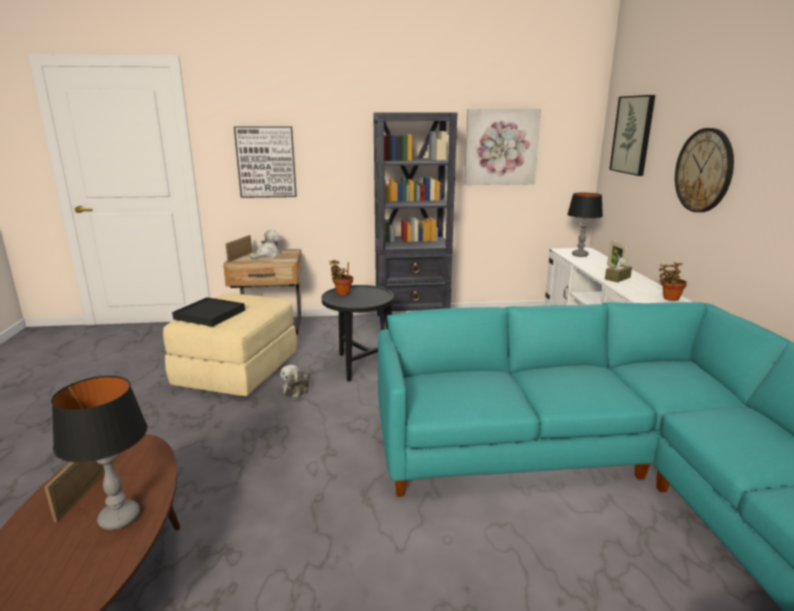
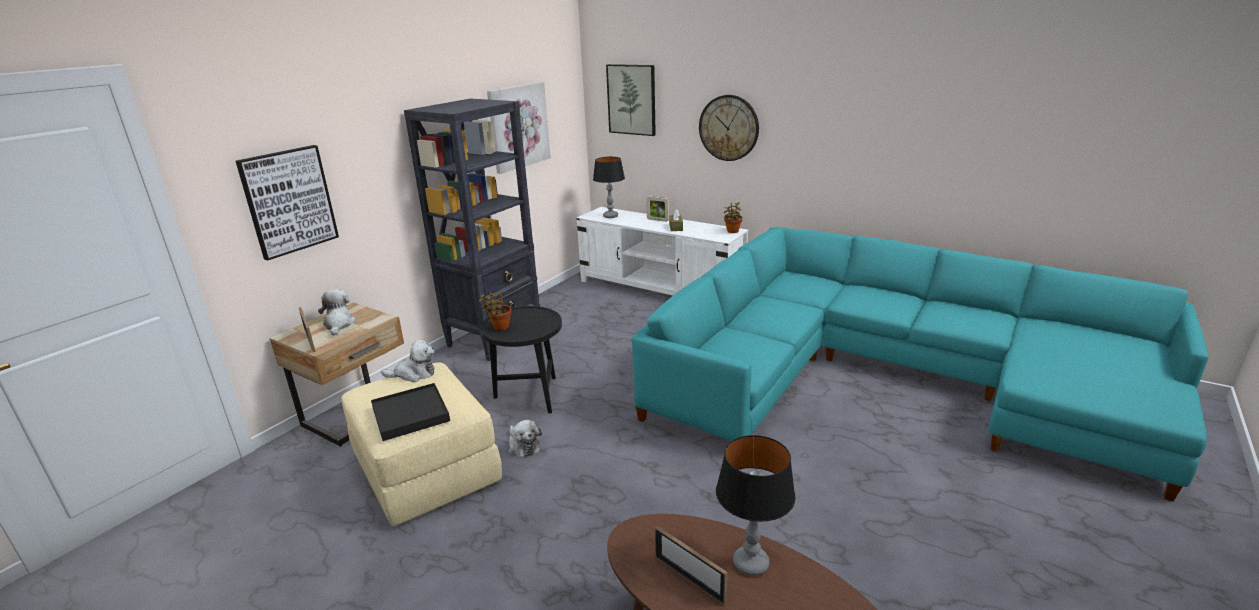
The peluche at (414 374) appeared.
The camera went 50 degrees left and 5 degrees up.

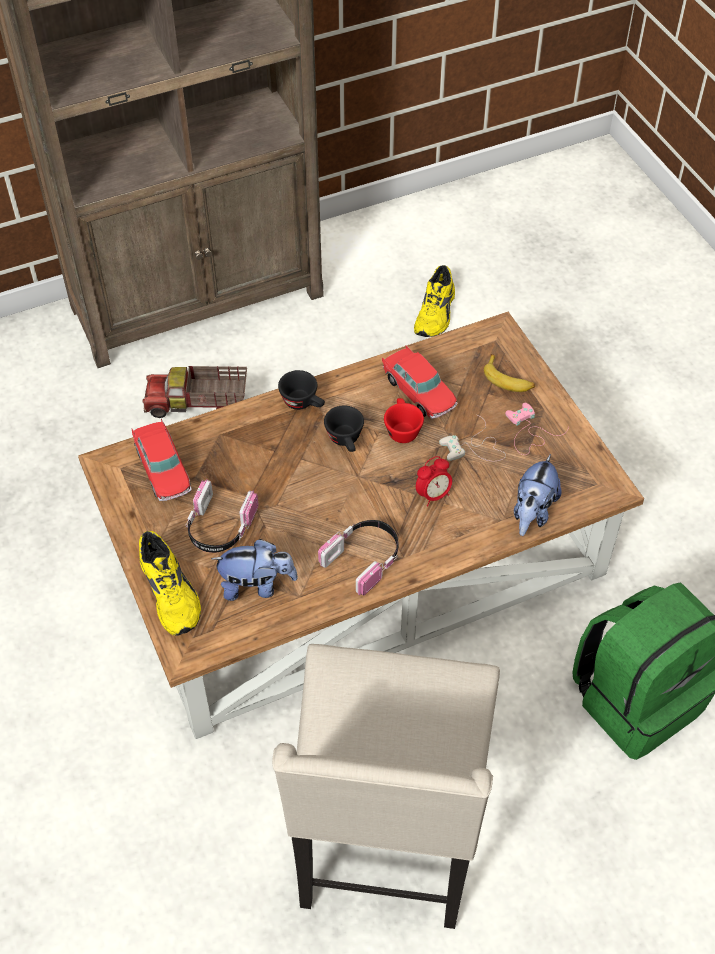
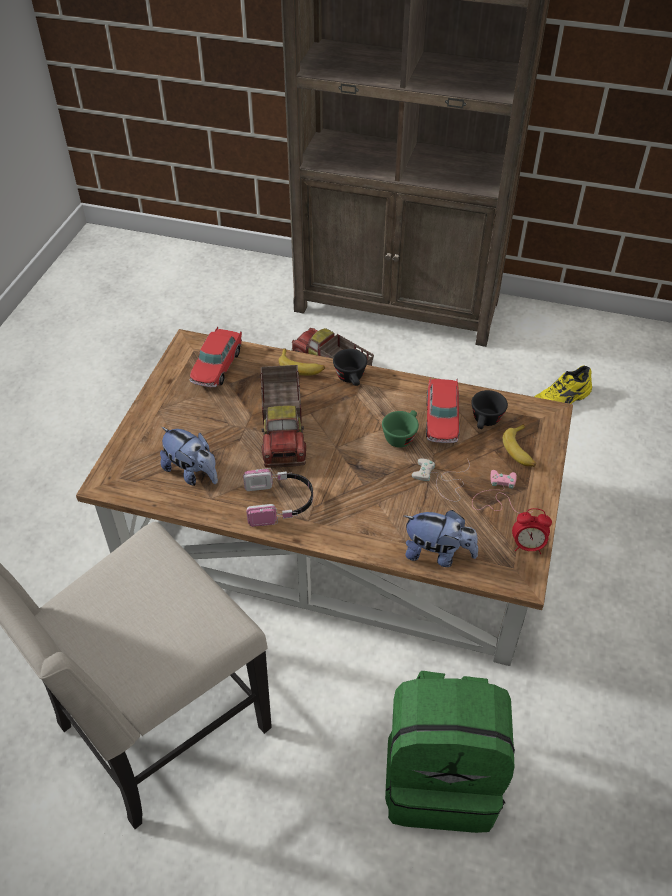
The camión de juguete at (284 431) appeared.
The plátano at (301 367) appeared.
The taza (rojo) at (401 429) became the taza (verde) at (401 436).
The peluche at (532 512) turned 135 degrees counterclockwise.
The taza (negro) moved from (346 440) to (485 422).
The despertador moved from (433 495) to (527 546).
The zapato (amarillo) at (172 591) disappeared.
The auriculares at (219 527) disappeared.
The camera went 40 degrees right and 5 degrees down.

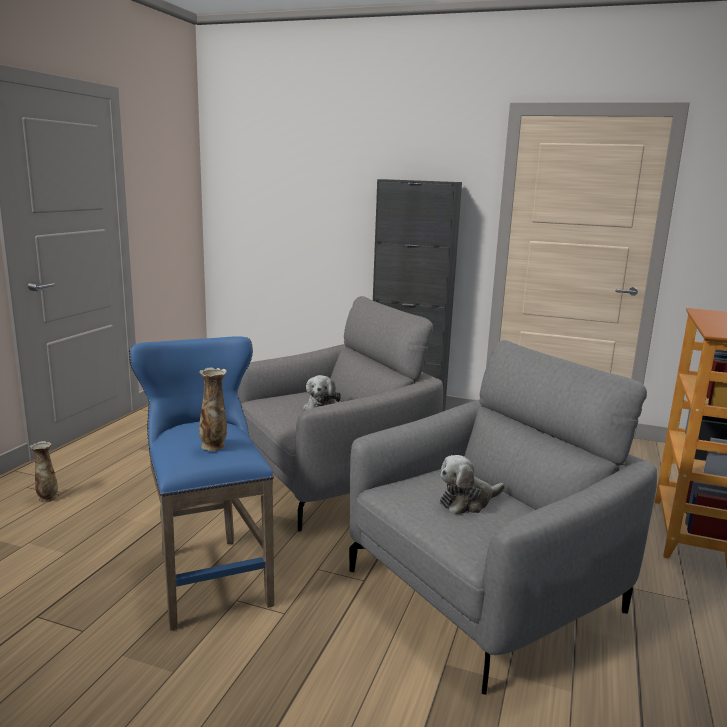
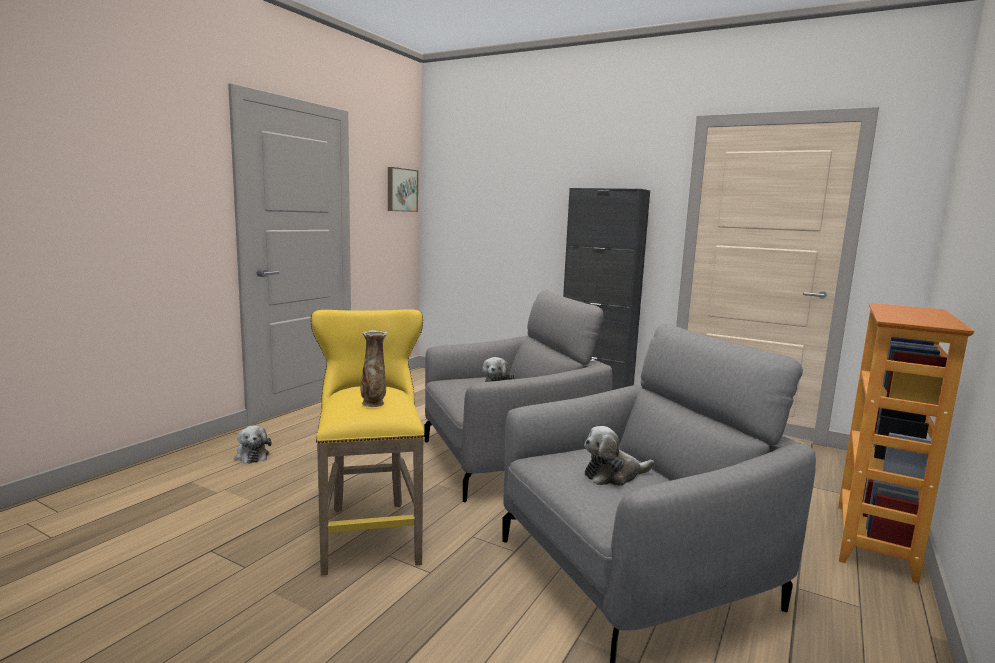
The florero at (47 498) was replaced by the peluche at (251 455).
The taburete (azul) at (209 574) became the taburete (amarillo) at (370 531).
The cuadro at (401 190) appeared.
The camera went 10 degrees right and 5 degrees down.

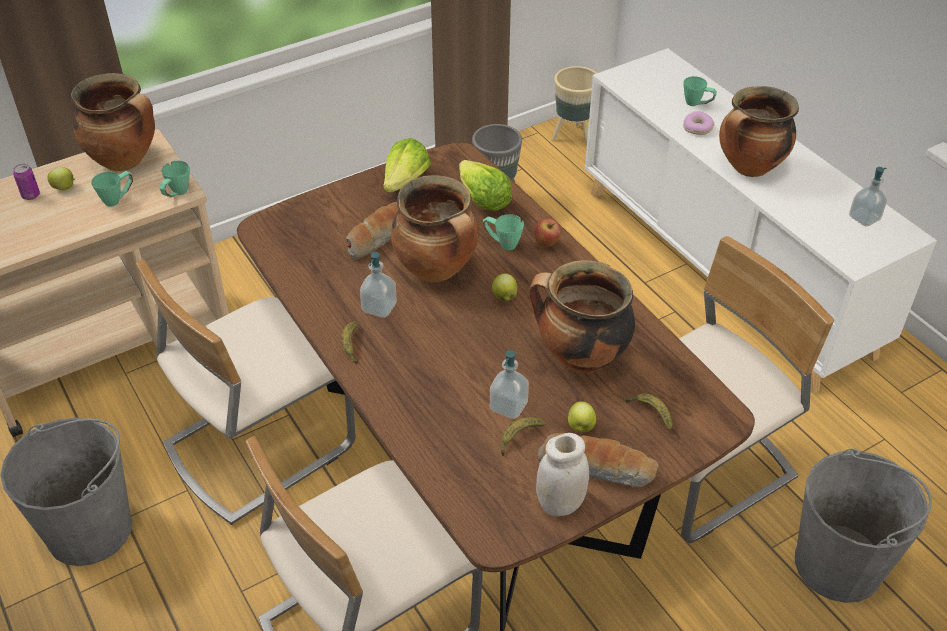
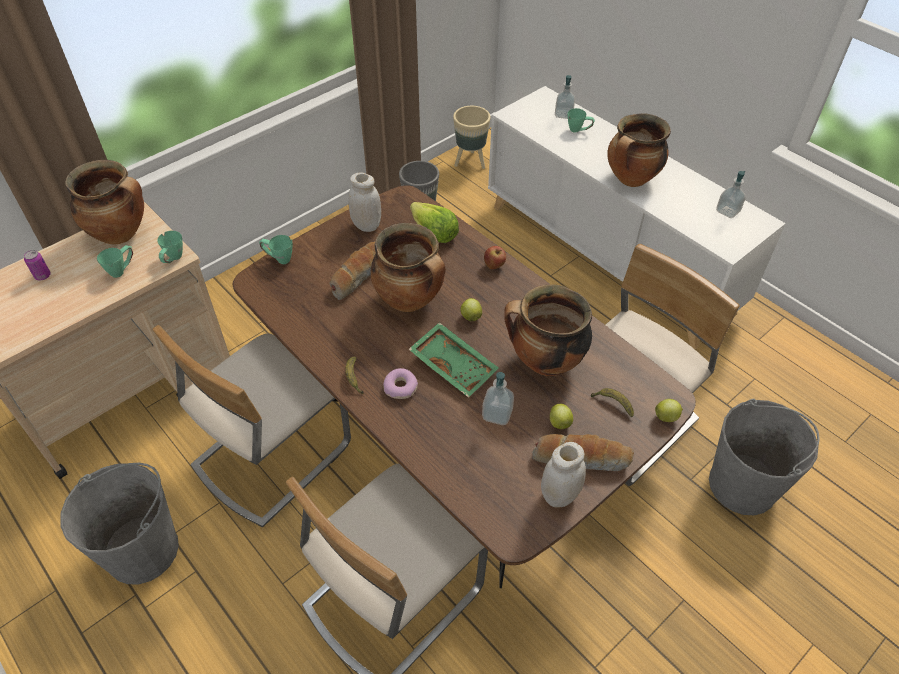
The taza grande (verde) moved from (502 243) to (278 259).
The lechuga at (405 182) was replaced by the tarro (blanco) at (366 225).
The rosquilla moved from (698 128) to (401 387).
The bandeja (verde) at (454 365) appeared.
The dispensador de jabón moved from (379 307) to (563 114).
The manzana moved from (65 188) to (666 417).
The plátano at (519 437) disappeared.
The camera went 10 degrees left and 5 degrees up.

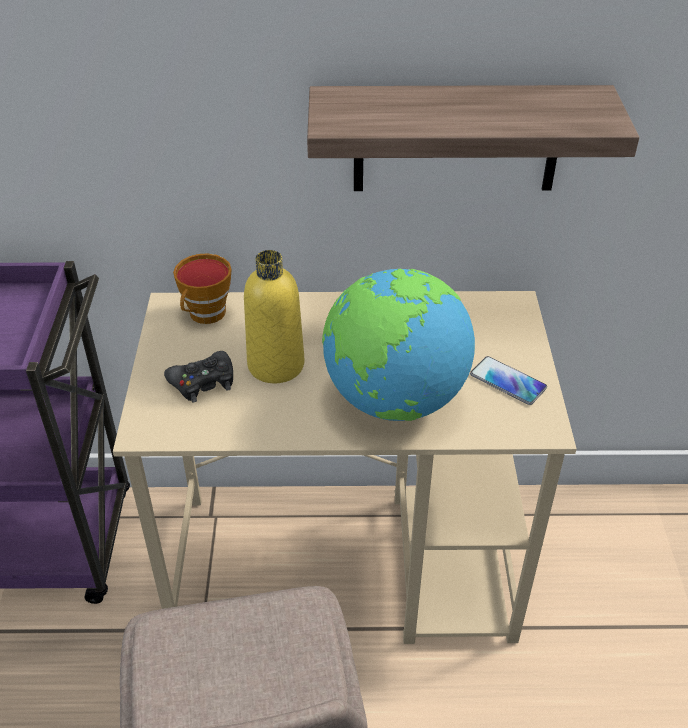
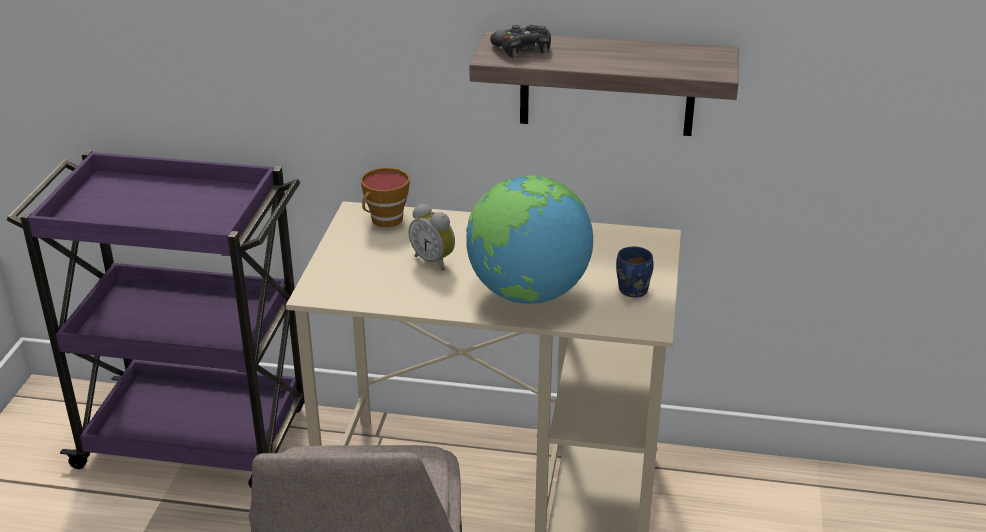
The botella (amarillo) at (276 365) was replaced by the despertador at (434 260).
The mando de consola (negro) moved from (203 382) to (523 49).
The móvil at (507 381) was replaced by the taza grande (azul) at (630 291).
The camera went 10 degrees right and 10 degrees down.

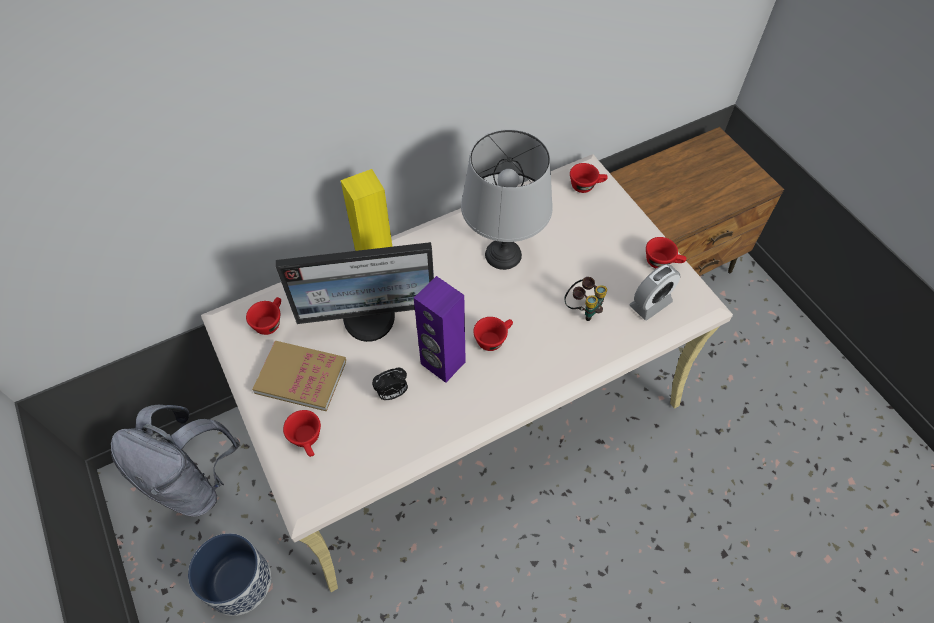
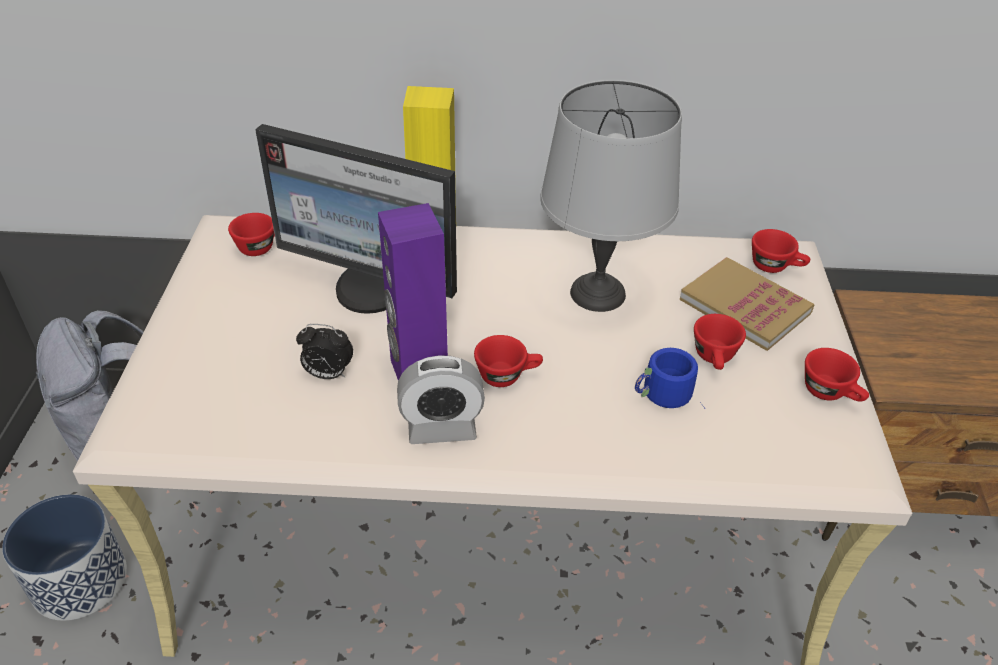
The despertador moved from (650 304) to (442 428).
The prismáticos at (583 309) was replaced by the taza grande (azul) at (663 397).
The libro moved from (301 377) to (745 306).
The taza (rojo) moved from (308 440) to (715 359).
The camera went 30 degrees right and 15 degrees down.

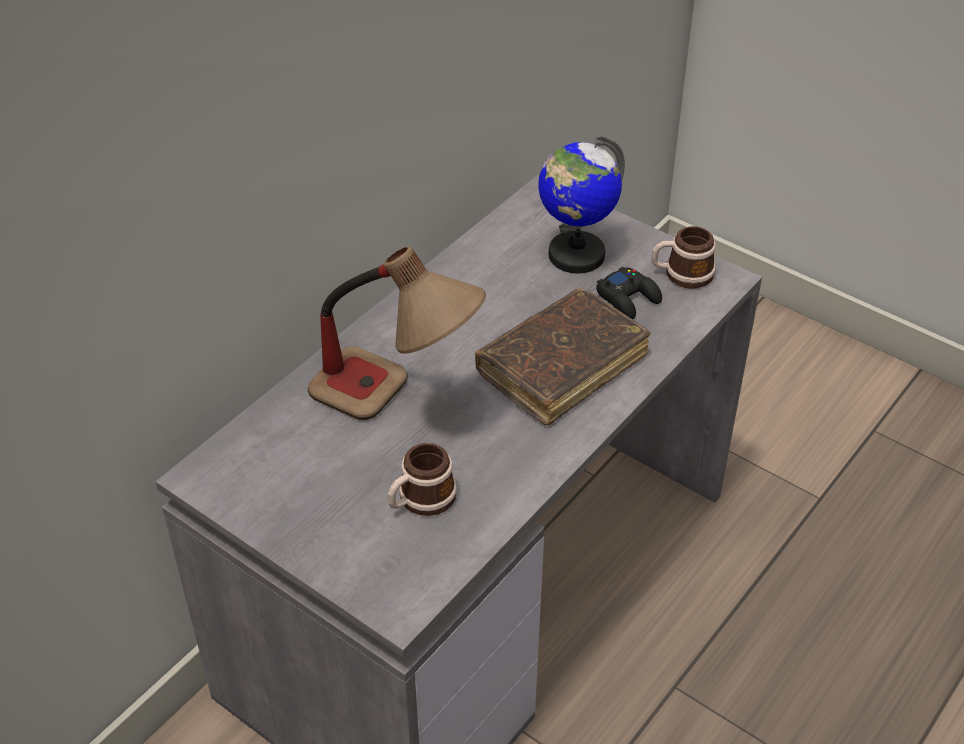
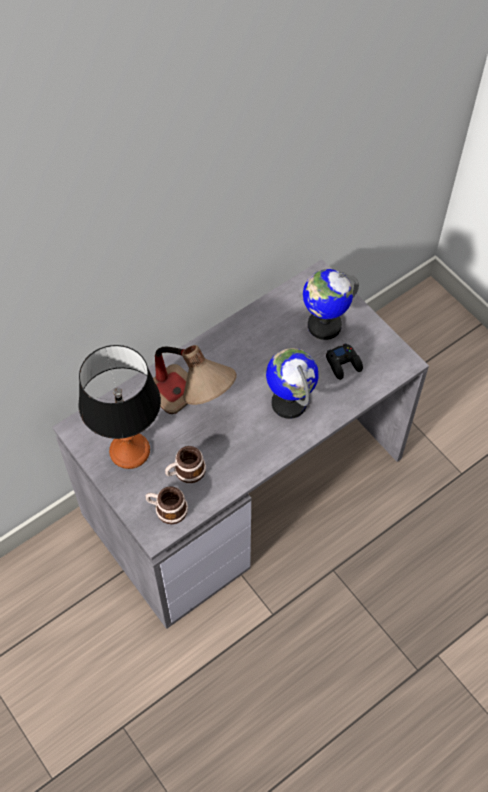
The lámpara de mesa at (129 451) appeared.
The taza grande moved from (681 274) to (167 509).
The libro (marrón) at (562 366) was replaced by the globo terráqueo at (289 402).
The camera went 15 degrees right and 15 degrees up.

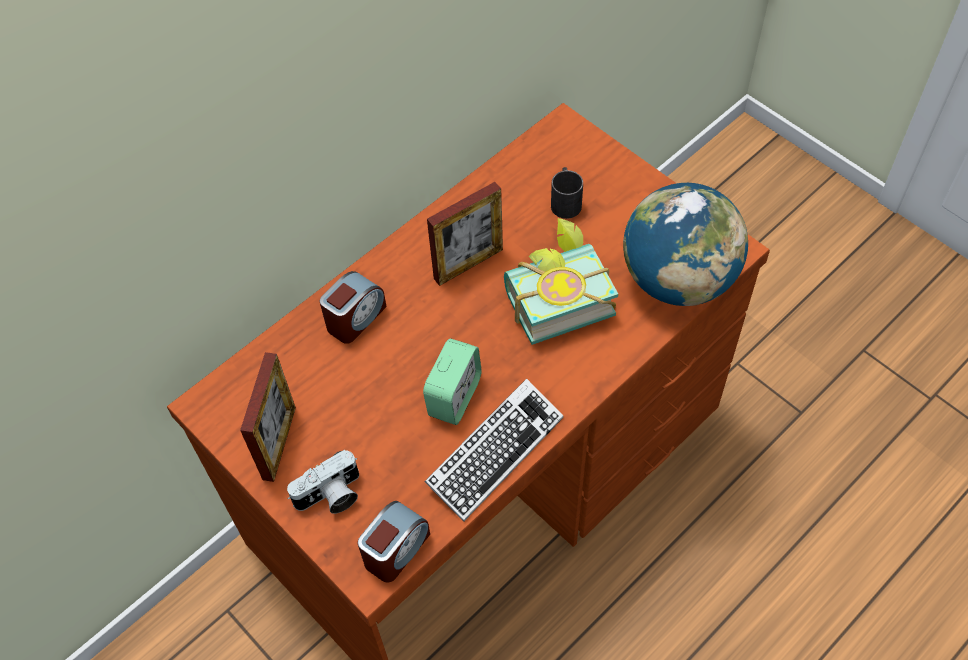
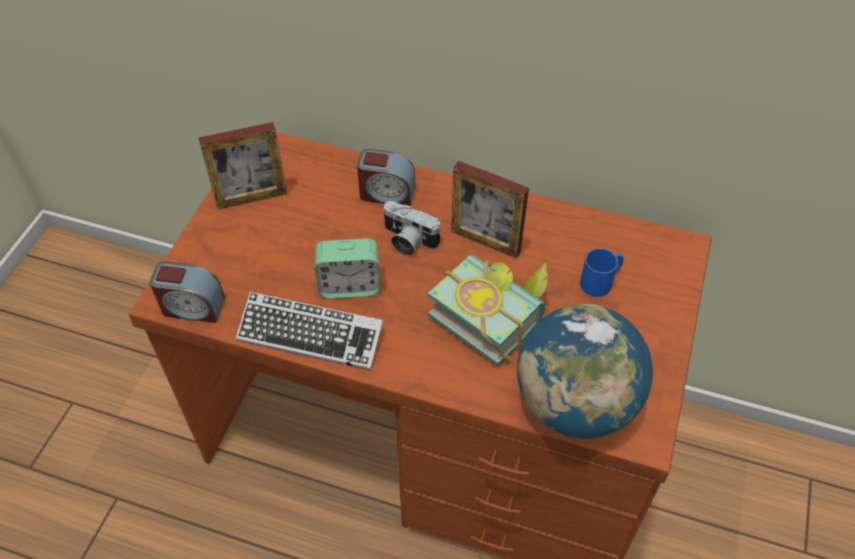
The cámara moved from (331 496) to (407 240).
The taza grande (negro) at (565 201) became the taza grande (azul) at (601 281).
The camera went 60 degrees right and 5 degrees down.

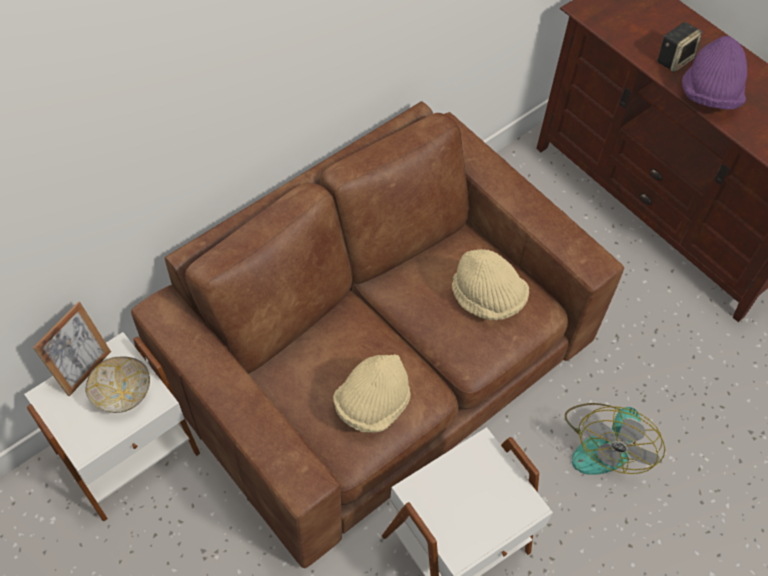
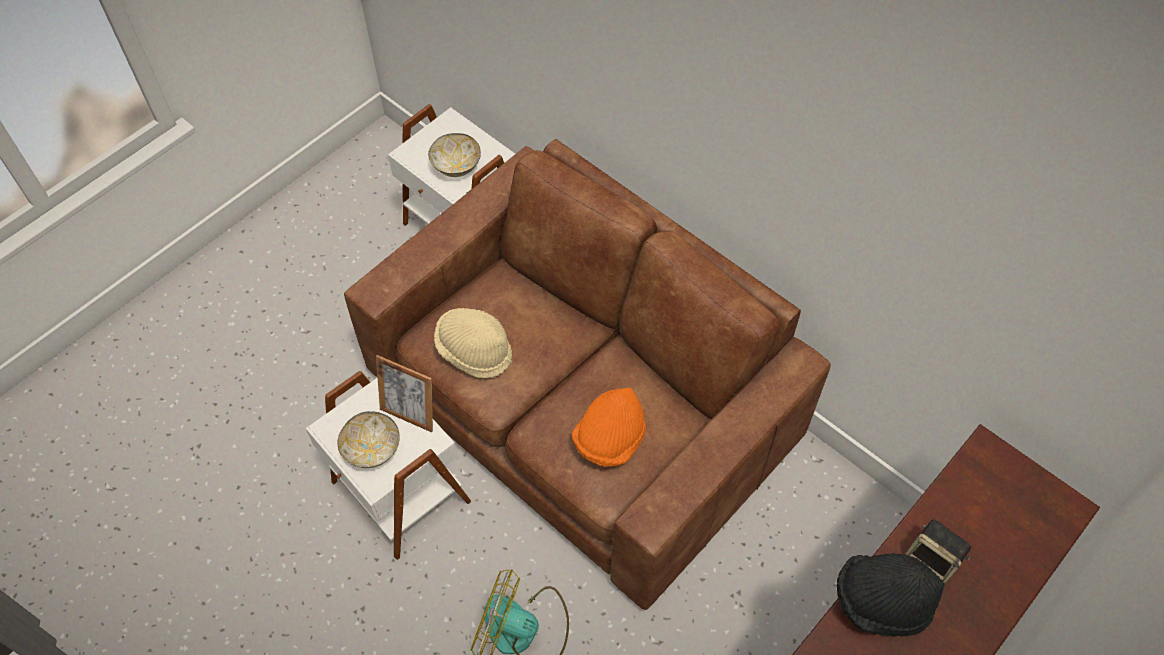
The cuenco at (373 449) appeared.
The portarretratos moved from (83 369) to (410 413).
The sombrero (beis) at (487 298) became the sombrero (naranja) at (609 439).
The sombrero (morado) at (709 95) became the sombrero (negro) at (881 602).
The camera went 85 degrees right and 0 degrees up.

